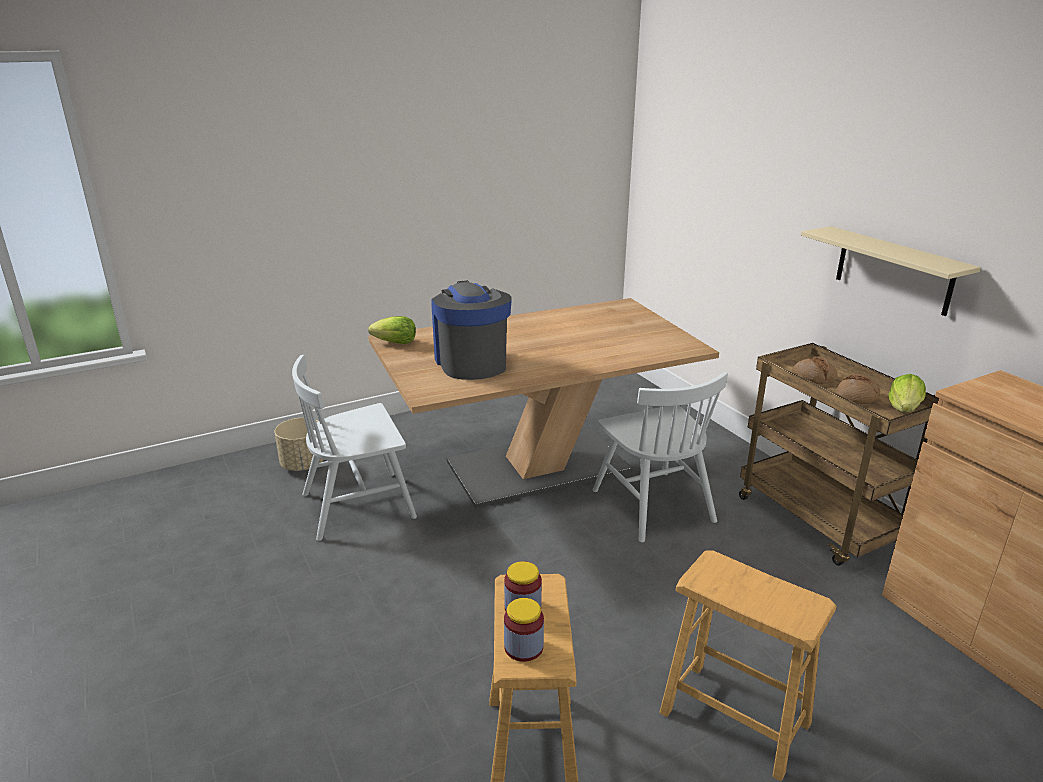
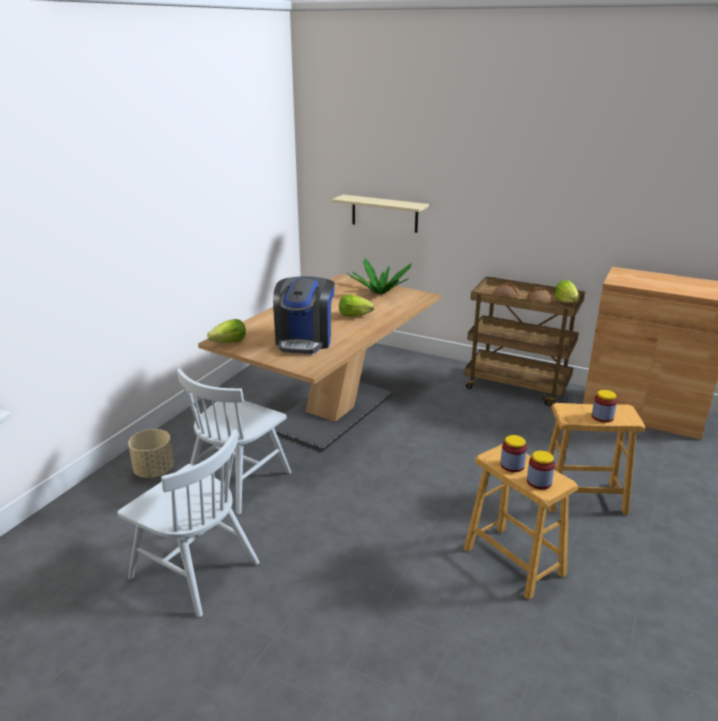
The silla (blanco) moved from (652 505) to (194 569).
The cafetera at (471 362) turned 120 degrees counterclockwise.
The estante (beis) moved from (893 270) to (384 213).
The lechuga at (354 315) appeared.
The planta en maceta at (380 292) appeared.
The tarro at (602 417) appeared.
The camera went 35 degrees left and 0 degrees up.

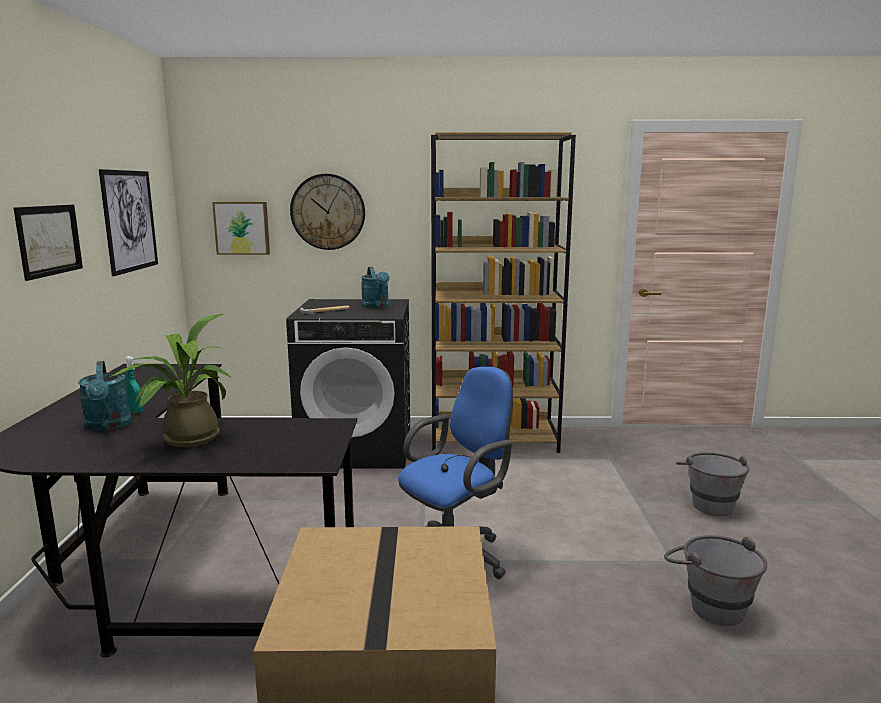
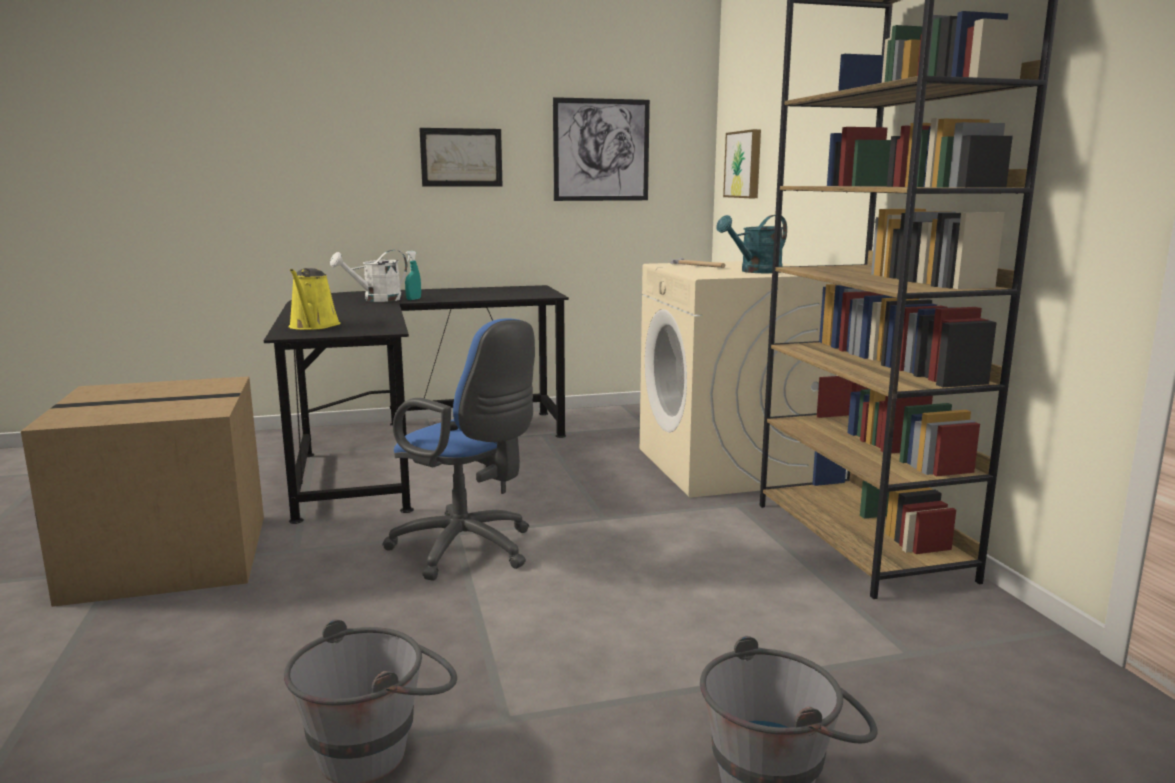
The regadera (amarillo) at (313 326) appeared.
The regadera (turquesa) at (108 426) became the regadera (blanco) at (376 300).
The lavadora (negro) at (357 448) became the lavadora (beis) at (726 466).
The planta en maceta at (184 440) disappeared.
The reloj de pared at (328 212) disappeared.
The camera went 75 degrees right and 0 degrees up.

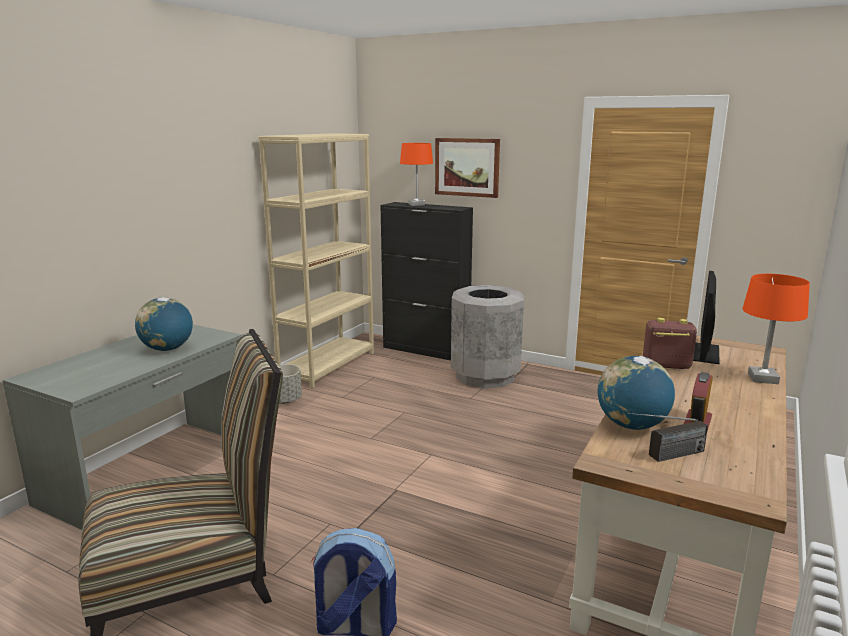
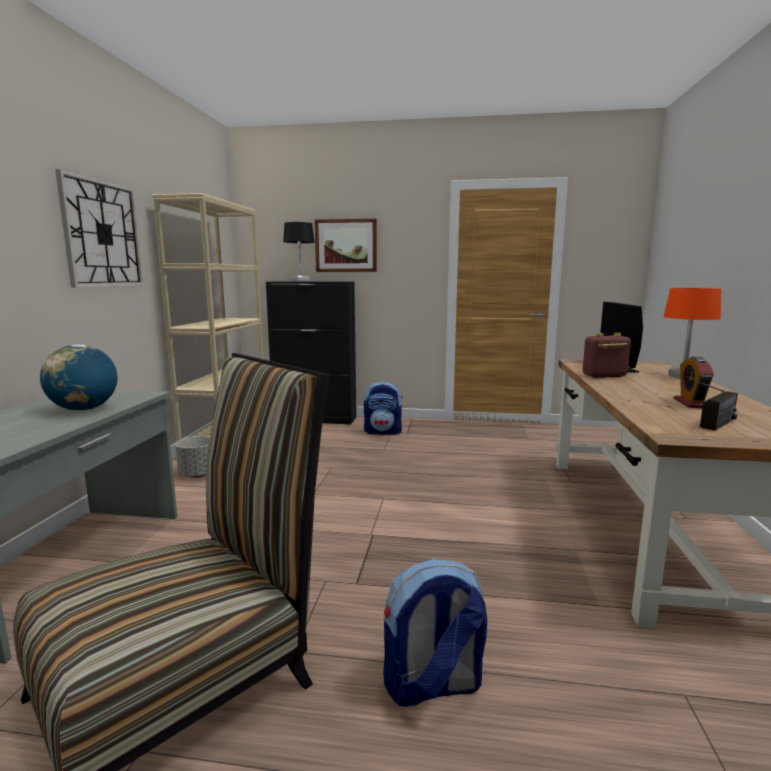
The reloj de pared at (102 234) appeared.
The lámpara de mesa (naranja) at (416 204) became the lámpara de mesa (negro) at (300 281).
The papelera (gris) at (485 376) was replaced by the mochila at (383 431).
The globo terráqueo at (631 425) disappeared.
The camera went 20 degrees left and 5 degrees down.

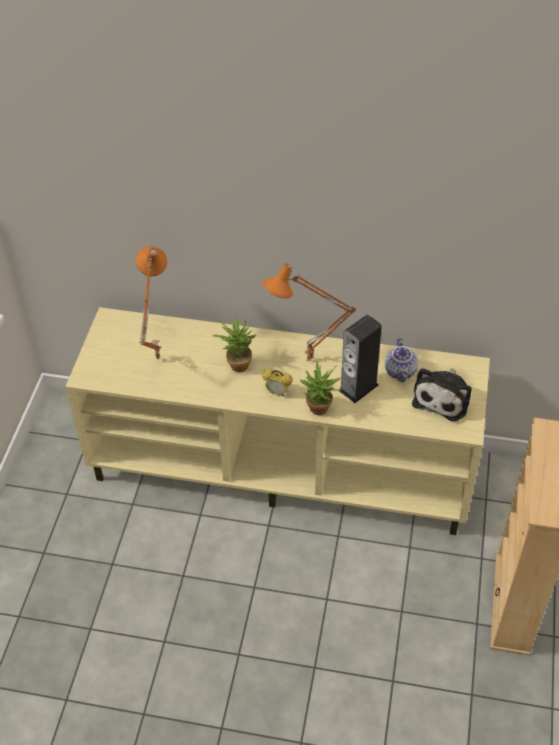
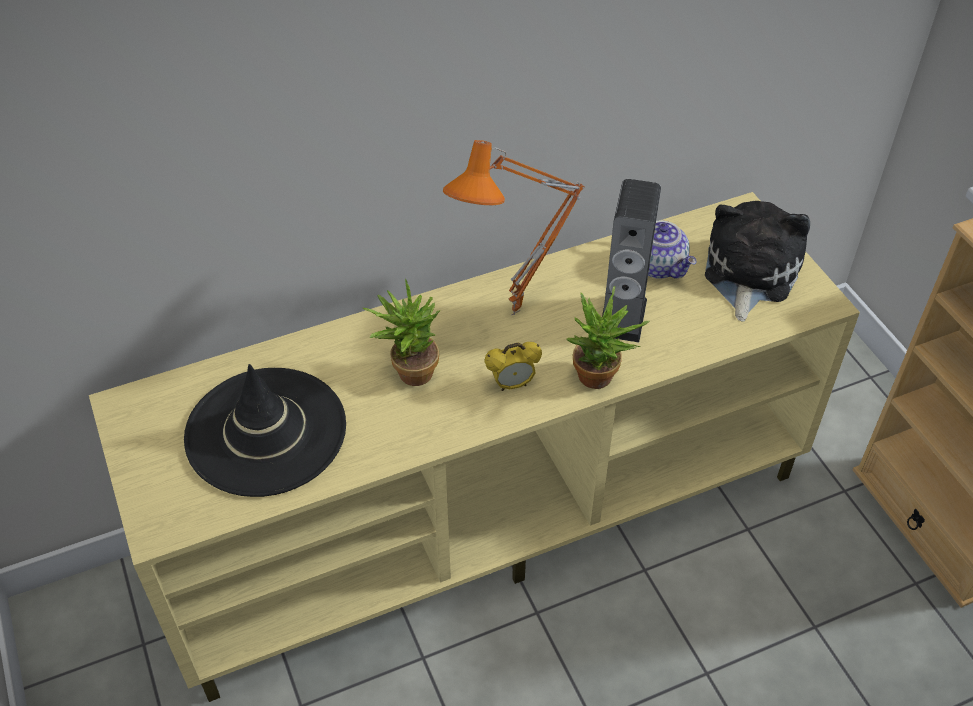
The lámpara de mesa (naranja) at (156 359) was replaced by the sombrero (negro) at (266 432).
The peluche at (443 398) turned 150 degrees counterclockwise.
The camera went 35 degrees left and 0 degrees up.

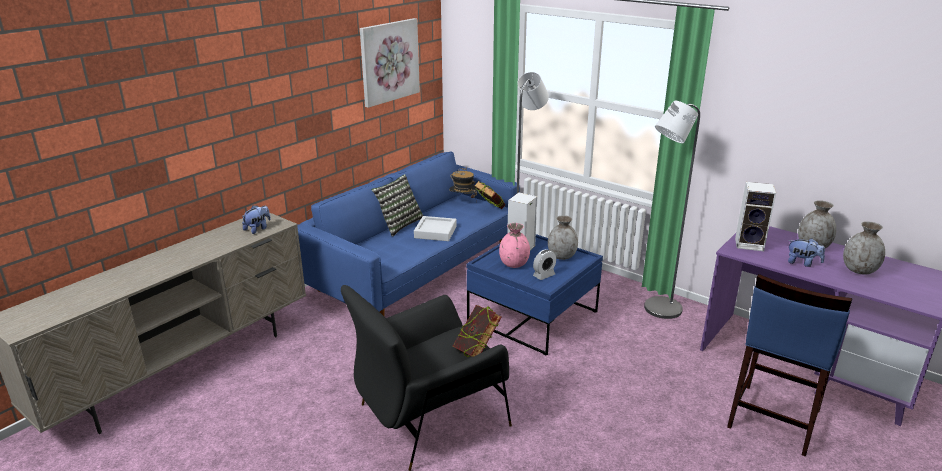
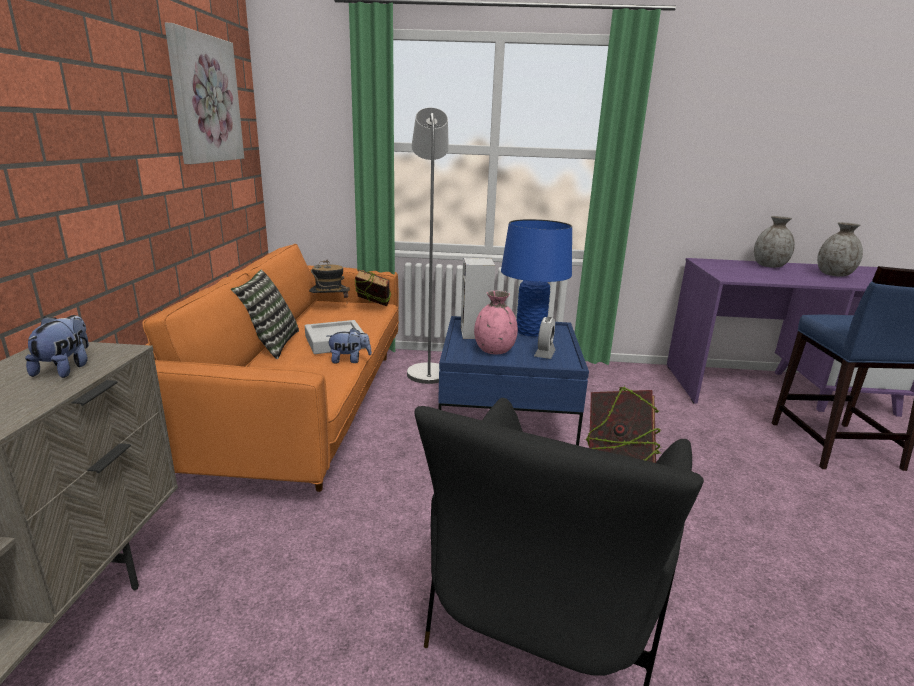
The sofá (azul) at (416 268) became the sofá (naranja) at (299 406).
The peluche moved from (802 263) to (349 360).
The florero (gris) at (562 256) was replaced by the lámpara de mesa (azul) at (531 332).
The lámpara de pie (gris) at (657 310) disappeared.
The altavoz at (750 244) disappeared.
The camera went 35 degrees left and 5 degrees down.

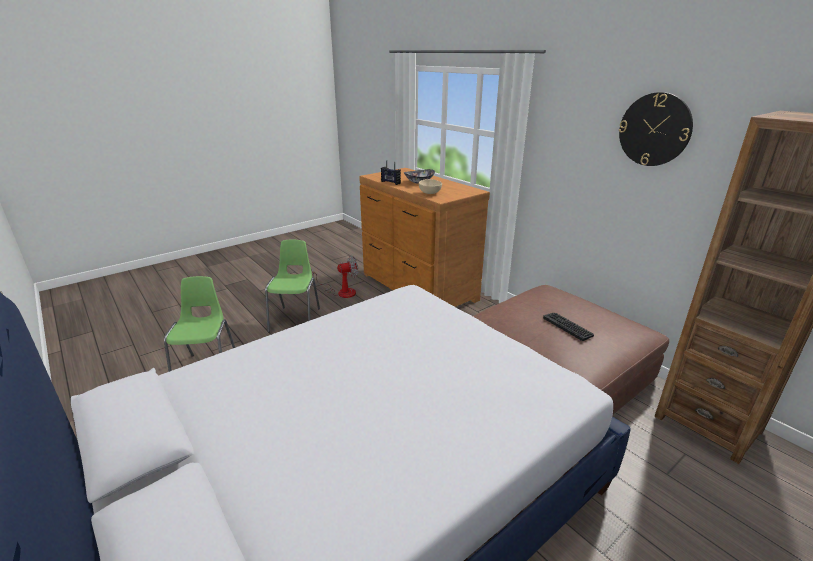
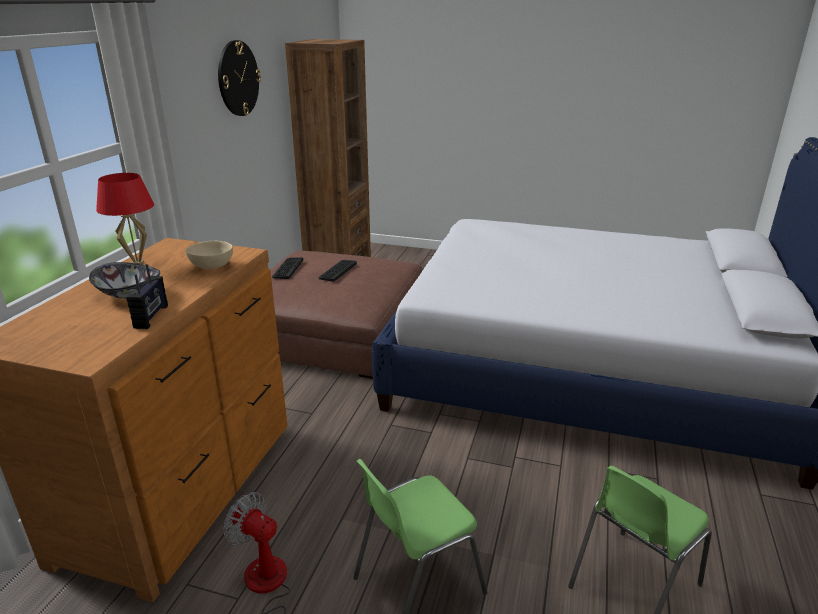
The lámpara de mesa (rojo) at (137 262) appeared.
The teclado at (287 268) appeared.
The camera went 125 degrees left and 0 degrees up.

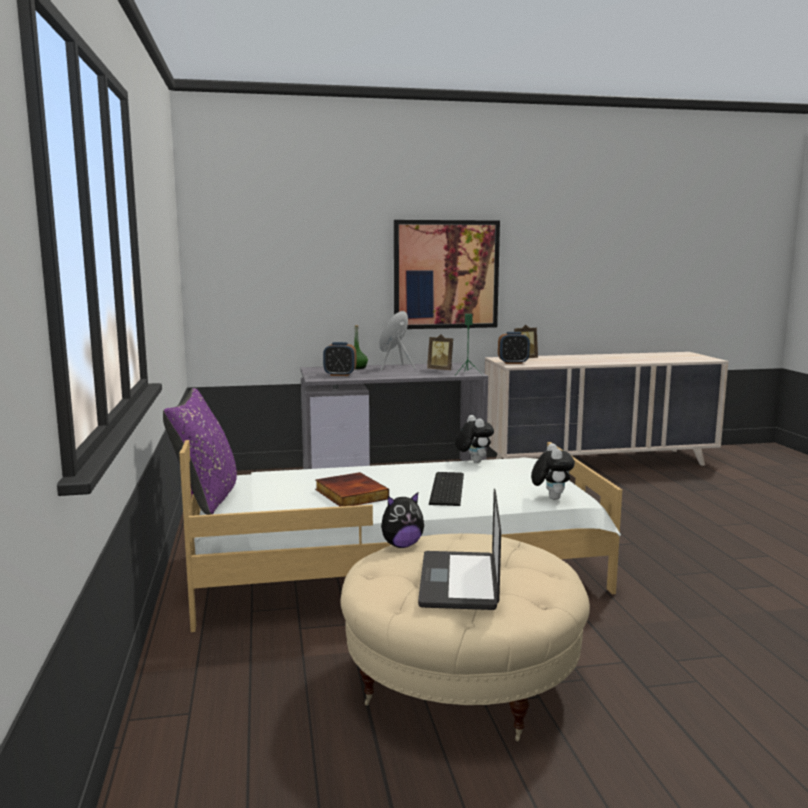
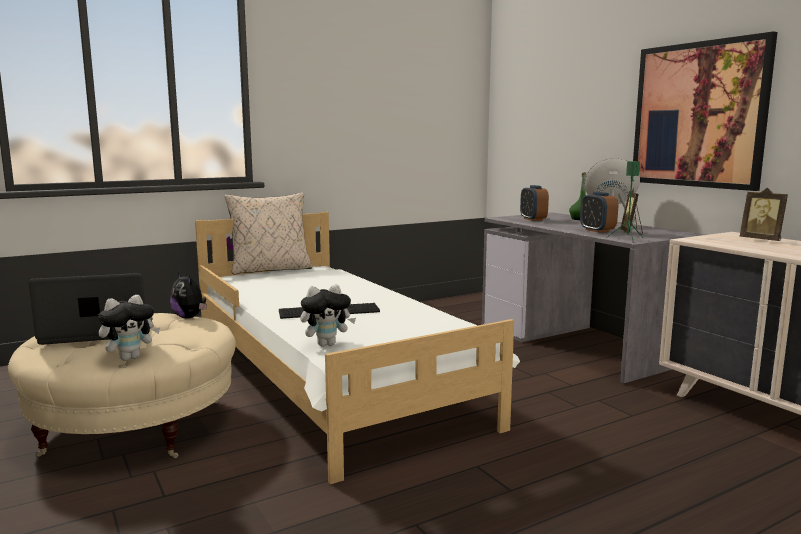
The peluche moved from (473 461) to (130 358).
The cojín (morado) at (207 498) became the cojín (beis) at (271 269).
The despertador moved from (513 363) to (597 230).
The libro at (349 494) disappeared.
The camera went 70 degrees right and 0 degrees up.

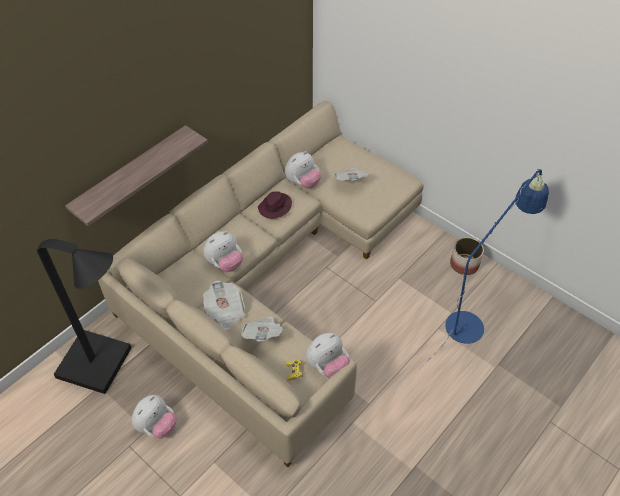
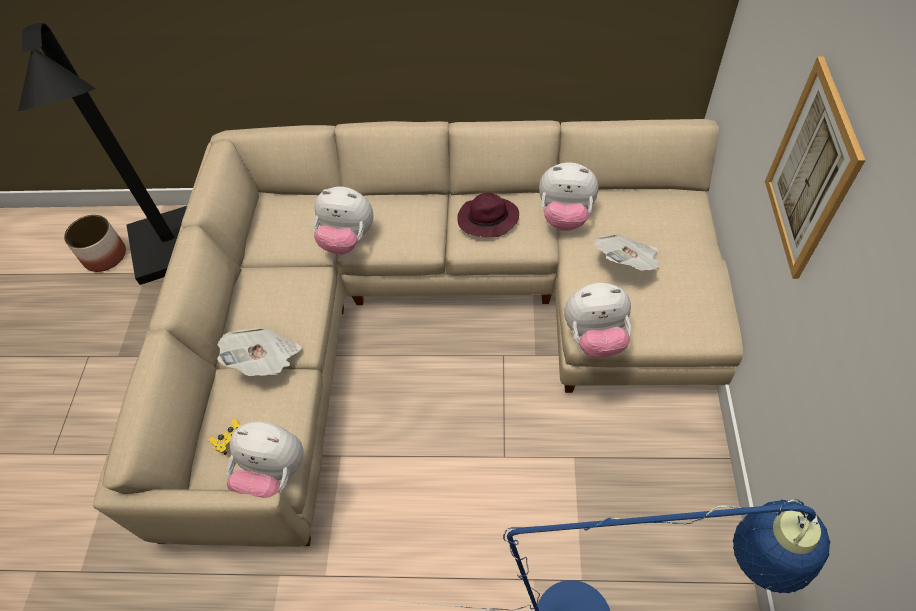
The maceta moved from (464 264) to (105 256).
The peluche moved from (157 426) to (595 337).
The cuadro at (810 172) appeared.
The estante at (131 175) disappeared.
The periódico at (225 312) disappeared.
The camera went 55 degrees right and 5 degrees up.

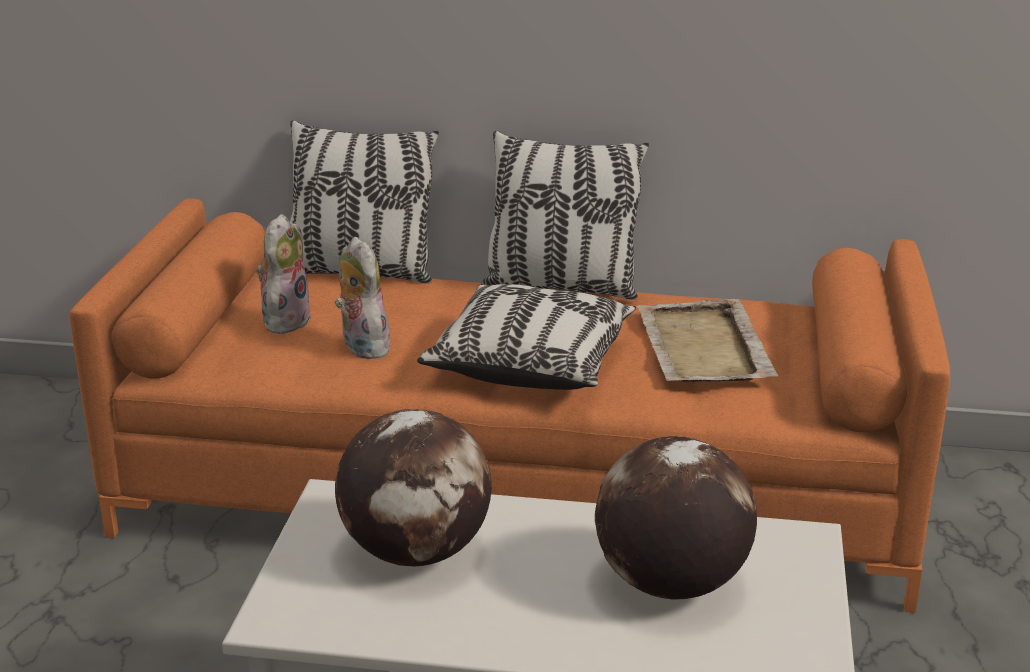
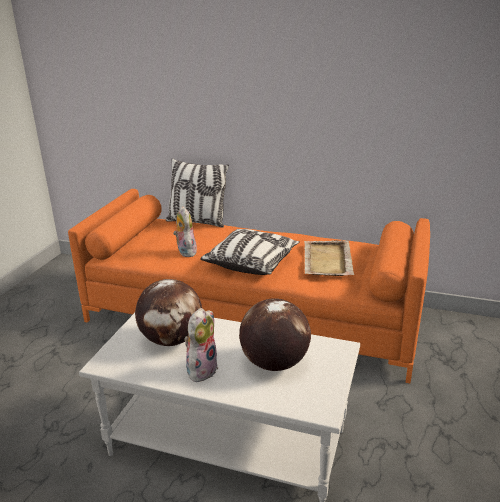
The peluche moved from (285 320) to (201 369).
The cojín at (561 288) disappeared.
The camera went 10 degrees right and 0 degrees up.

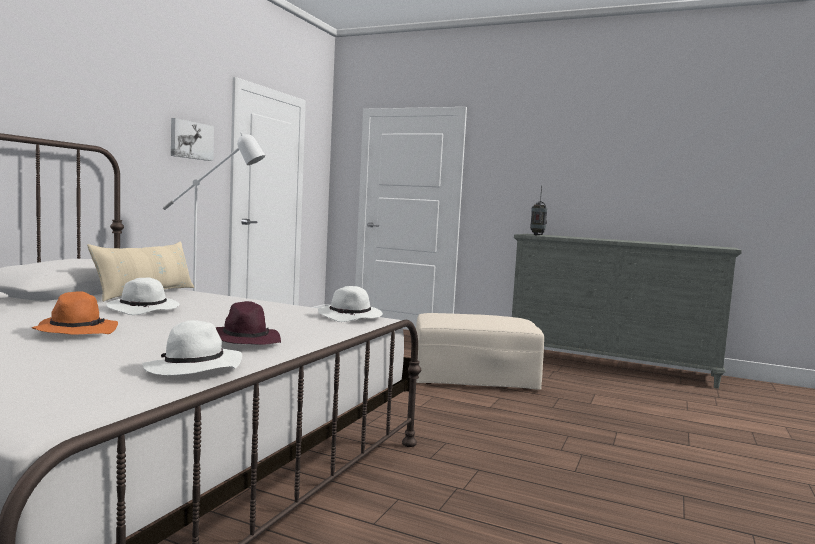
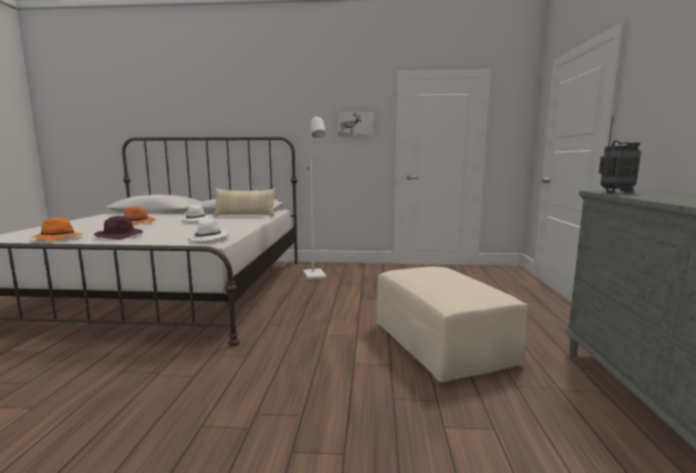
The sombrero (blanco) at (193 369) became the sombrero (naranja) at (57 238).
The camera went 70 degrees right and 5 degrees up.

